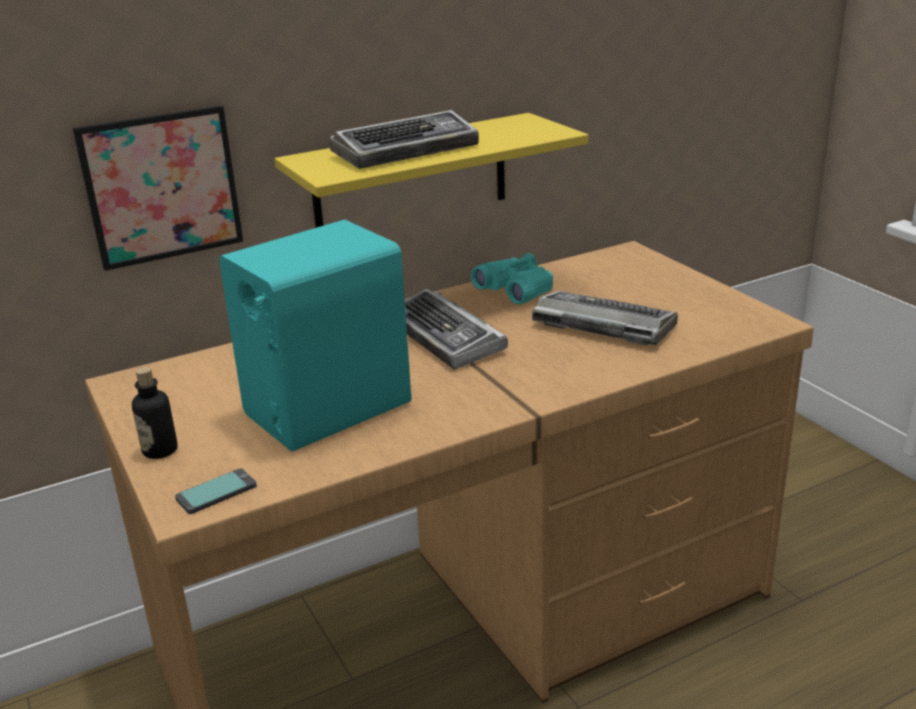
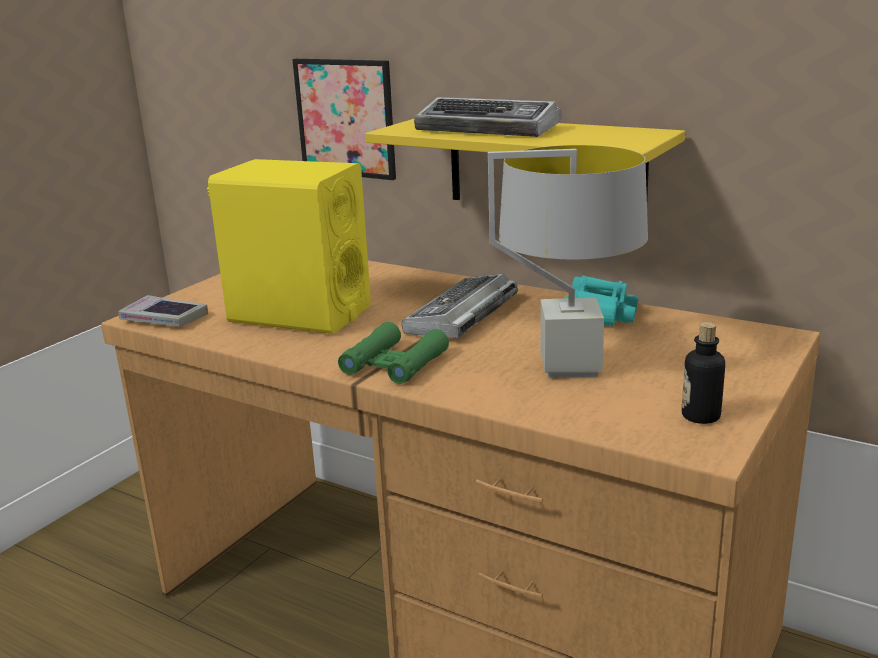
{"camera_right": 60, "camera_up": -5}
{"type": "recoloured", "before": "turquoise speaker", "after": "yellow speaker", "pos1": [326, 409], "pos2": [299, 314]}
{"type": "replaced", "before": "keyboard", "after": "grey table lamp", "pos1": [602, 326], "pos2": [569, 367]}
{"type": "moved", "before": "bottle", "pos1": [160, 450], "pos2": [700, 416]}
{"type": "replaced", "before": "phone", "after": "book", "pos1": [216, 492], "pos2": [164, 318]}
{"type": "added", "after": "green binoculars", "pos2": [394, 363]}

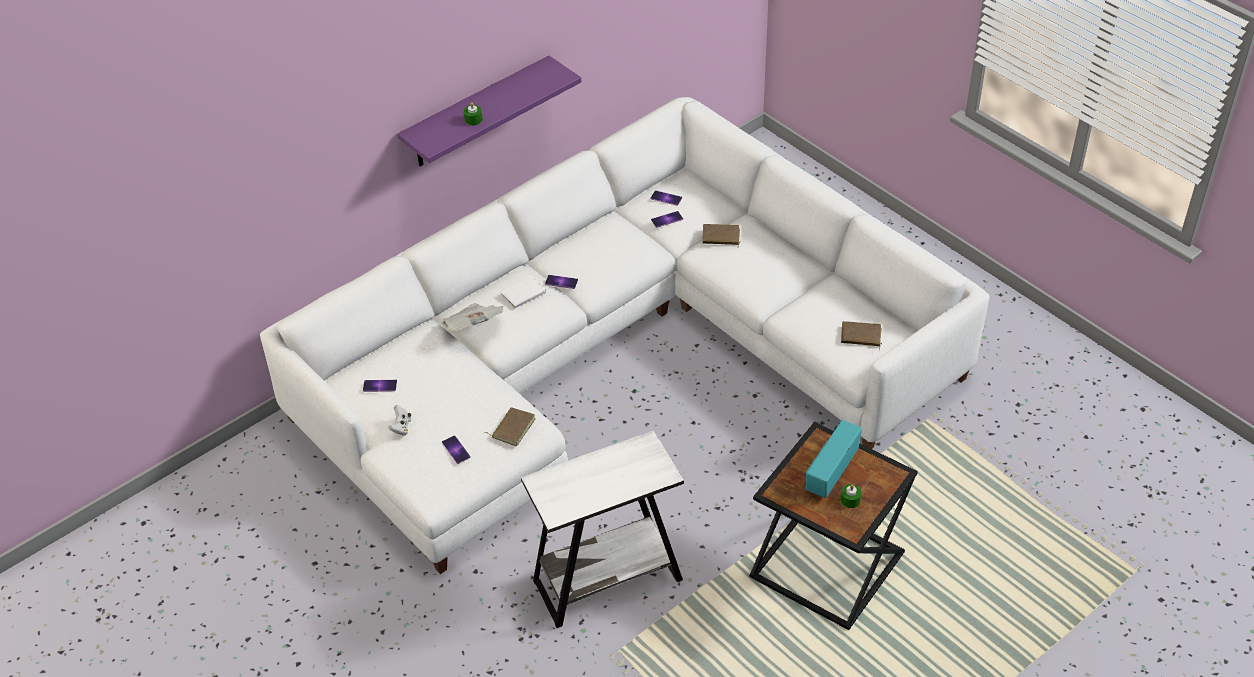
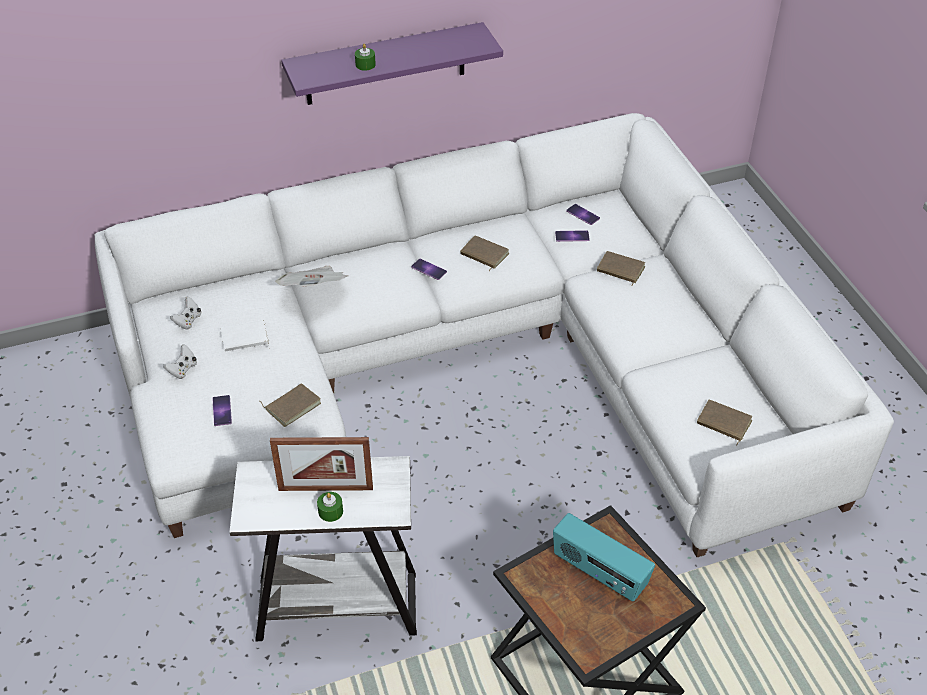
{"camera_right": 20, "camera_up": 0}
{"type": "moved", "before": "white book", "pos1": [524, 295], "pos2": [245, 339]}
{"type": "replaced", "before": "phone", "after": "white game controller", "pos1": [380, 386], "pos2": [188, 321]}
{"type": "turned", "before": "radio", "pos1": [831, 472], "pos2": [599, 573], "turn": -105}
{"type": "moved", "before": "green candle", "pos1": [850, 500], "pos2": [330, 511]}
{"type": "added", "after": "brown book", "pos2": [483, 255]}
{"type": "added", "after": "picture frame", "pos2": [325, 489]}

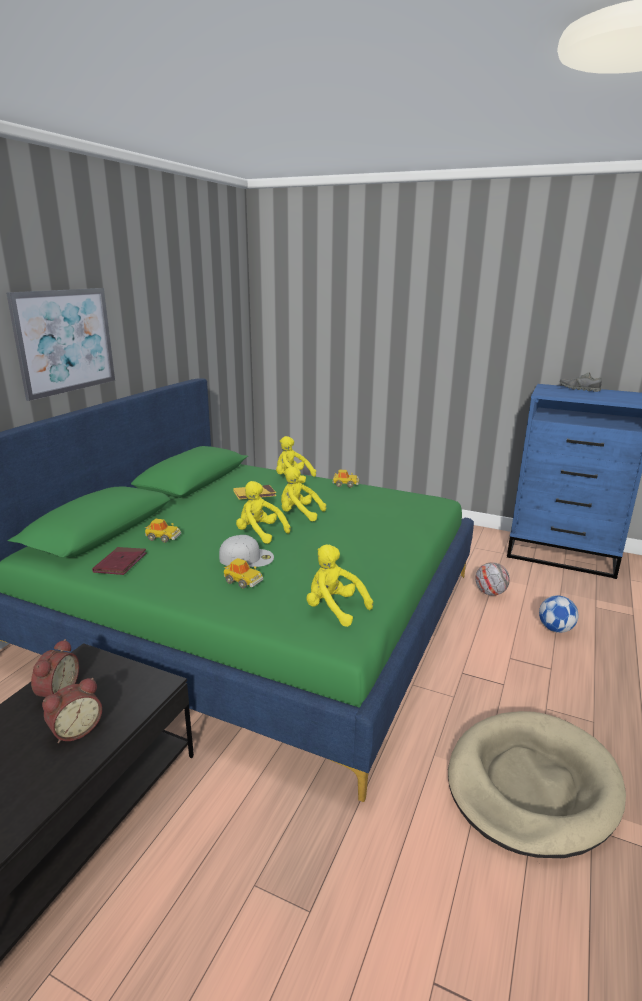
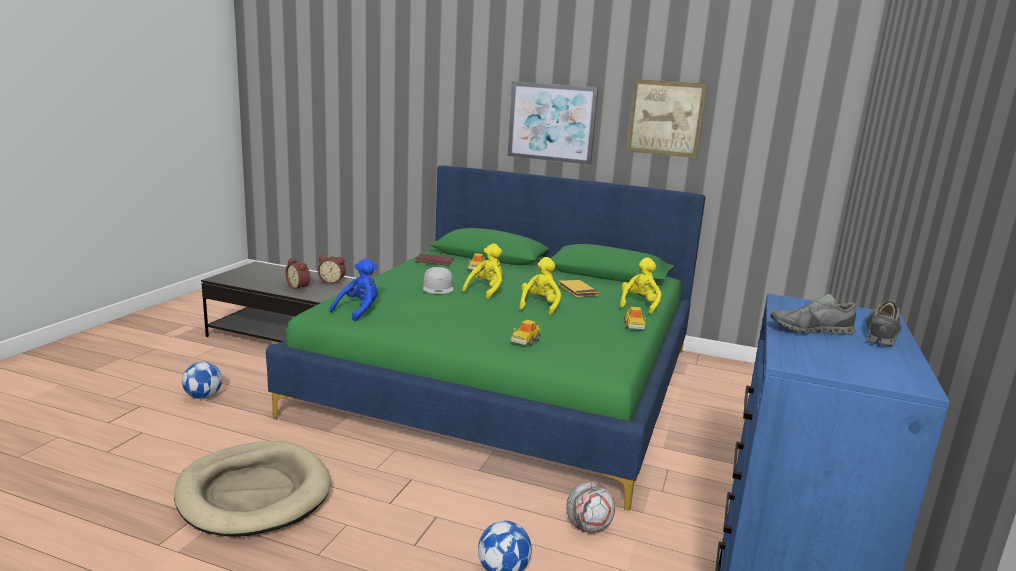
{"camera_right": 85, "camera_up": -5}
{"type": "recoloured", "before": "yellow plush toy", "after": "blue plush toy", "pos1": [334, 609], "pos2": [359, 311]}
{"type": "moved", "before": "toy car", "pos1": [243, 581], "pos2": [525, 341]}
{"type": "added", "after": "picture", "pos2": [665, 118]}
{"type": "added", "after": "grey shoe", "pos2": [810, 330]}
{"type": "added", "after": "football", "pos2": [203, 396]}

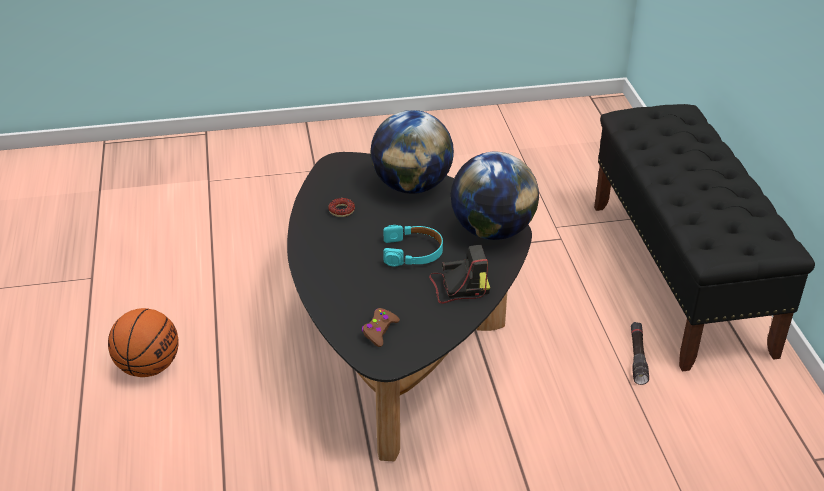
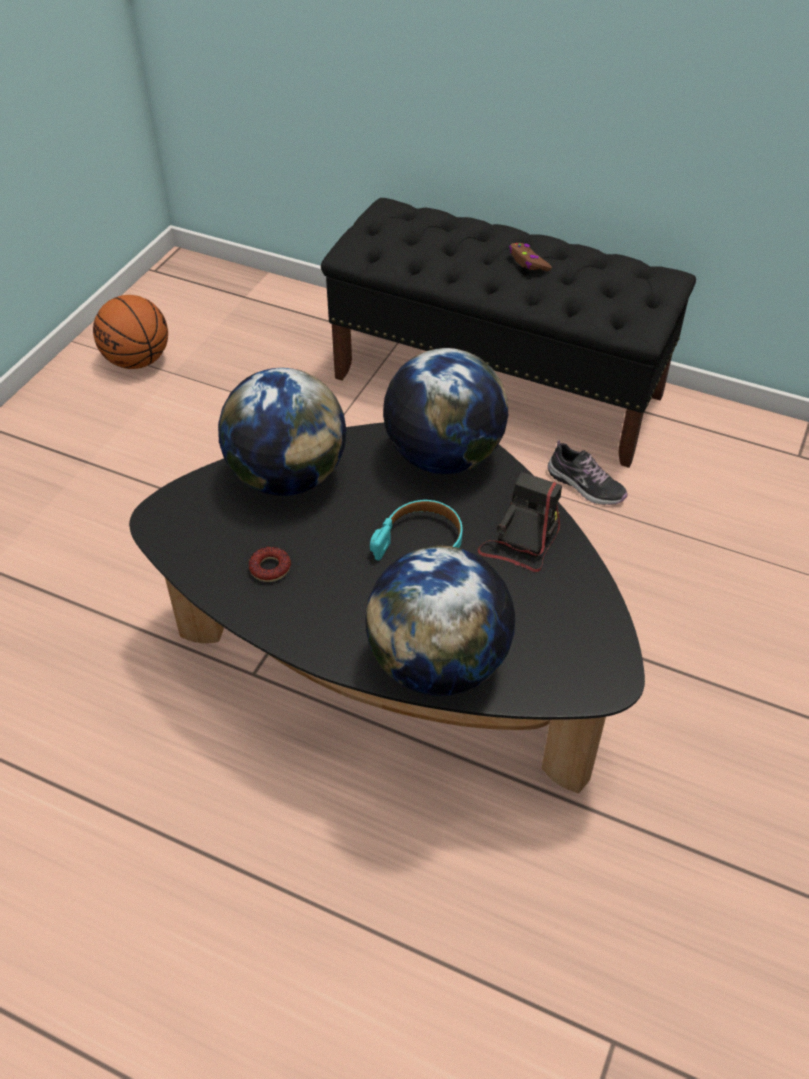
{"camera_right": -55, "camera_up": 10}
{"type": "moved", "before": "basketball", "pos1": [148, 367], "pos2": [137, 361]}
{"type": "moved", "before": "brown game controller", "pos1": [379, 331], "pos2": [528, 262]}
{"type": "replaced", "before": "black flashlight", "after": "shoe", "pos1": [637, 357], "pos2": [585, 485]}
{"type": "added", "after": "globe", "pos2": [439, 664]}

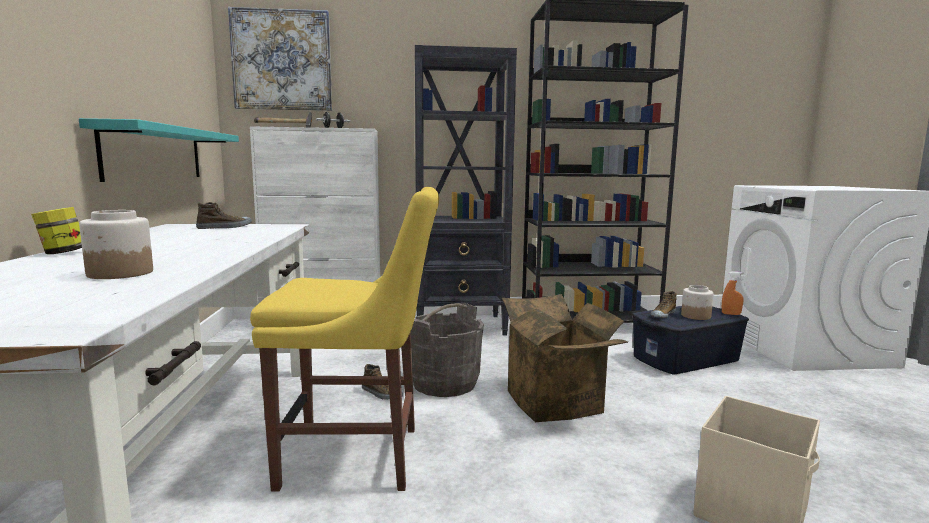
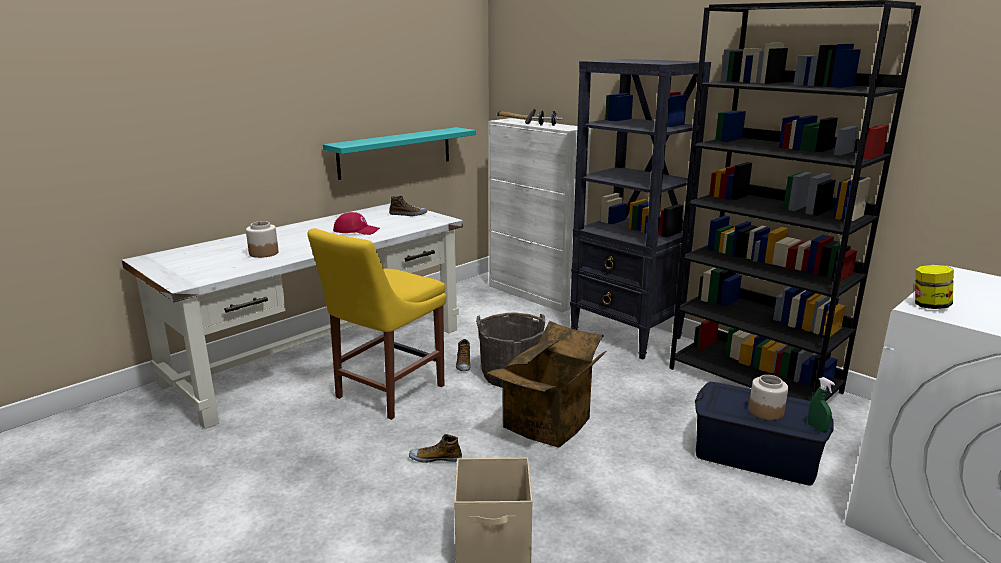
{"camera_right": 50, "camera_up": 10}
{"type": "removed", "before": "picture", "pos1": [282, 60]}
{"type": "turned", "before": "yellow chair", "pos1": [359, 457], "pos2": [386, 393], "turn": 75}
{"type": "moved", "before": "jar", "pos1": [62, 253], "pos2": [929, 306]}
{"type": "recoloured", "before": "orange spray bottle", "after": "green spray bottle", "pos1": [731, 314], "pos2": [817, 428]}
{"type": "moved", "before": "shoe", "pos1": [662, 314], "pos2": [435, 458]}
{"type": "added", "after": "red cap", "pos2": [356, 230]}

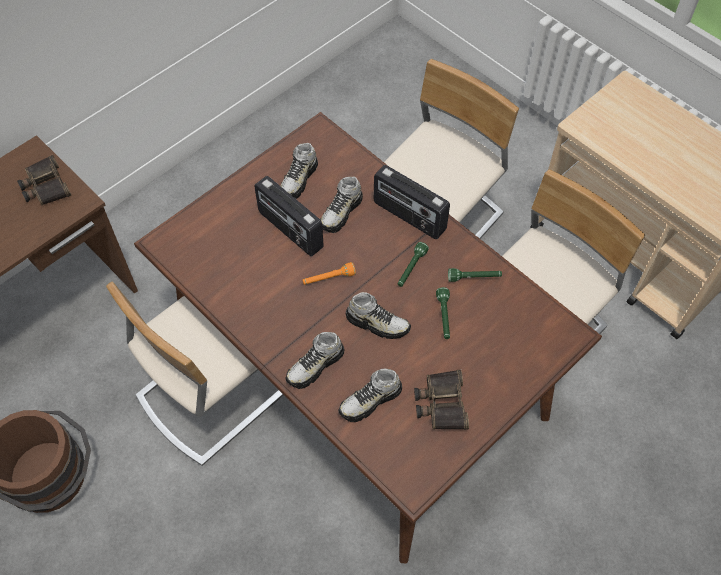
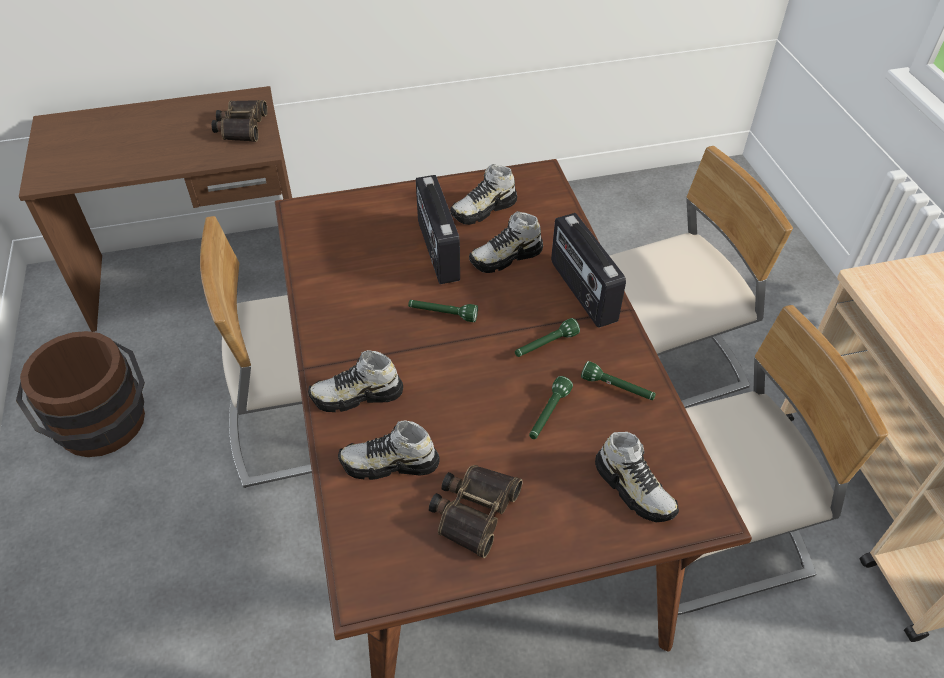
{"camera_right": 30, "camera_up": -10}
{"type": "recoloured", "before": "orange flashlight", "after": "green flashlight", "pos1": [328, 278], "pos2": [442, 314]}
{"type": "moved", "before": "shoe", "pos1": [377, 323], "pos2": [634, 489]}

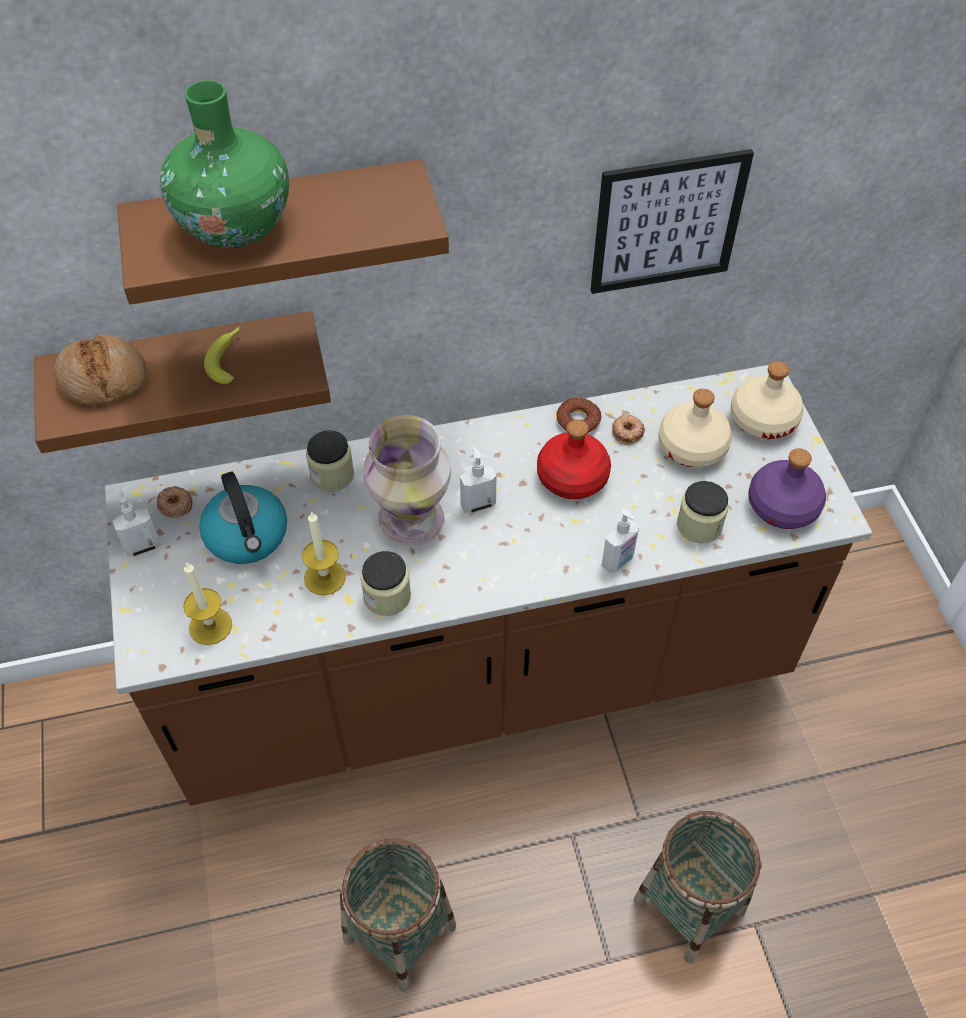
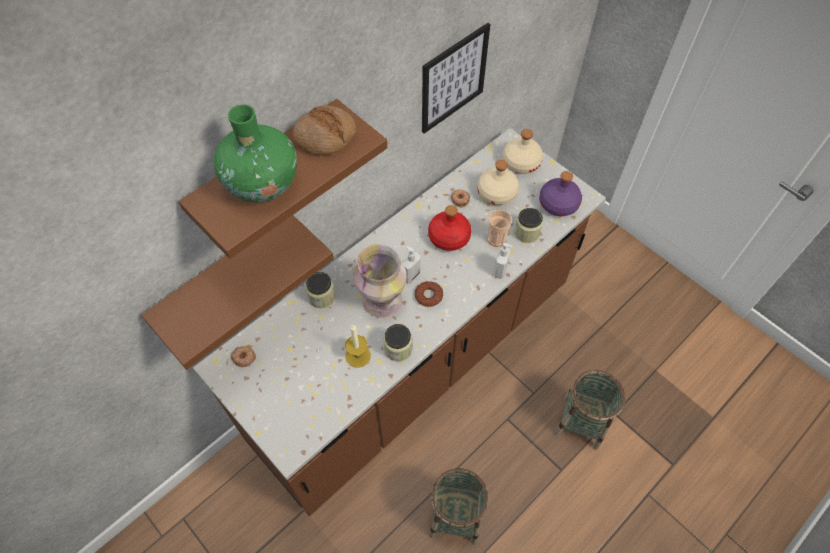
{"camera_right": -30, "camera_up": 5}
{"type": "removed", "before": "banana", "pos1": [228, 358]}
{"type": "moved", "before": "bread", "pos1": [103, 379], "pos2": [325, 136]}
{"type": "moved", "before": "donut", "pos1": [578, 420], "pos2": [428, 295]}
{"type": "removed", "before": "kettle", "pos1": [248, 537]}
{"type": "removed", "before": "soap dispenser", "pos1": [143, 546]}
{"type": "removed", "before": "candle", "pos1": [210, 626]}
{"type": "added", "after": "cup", "pos2": [496, 239]}

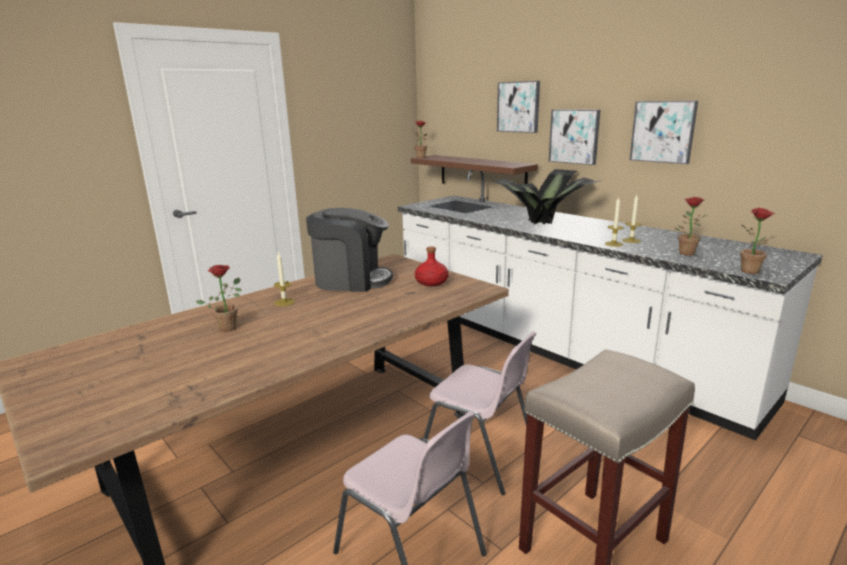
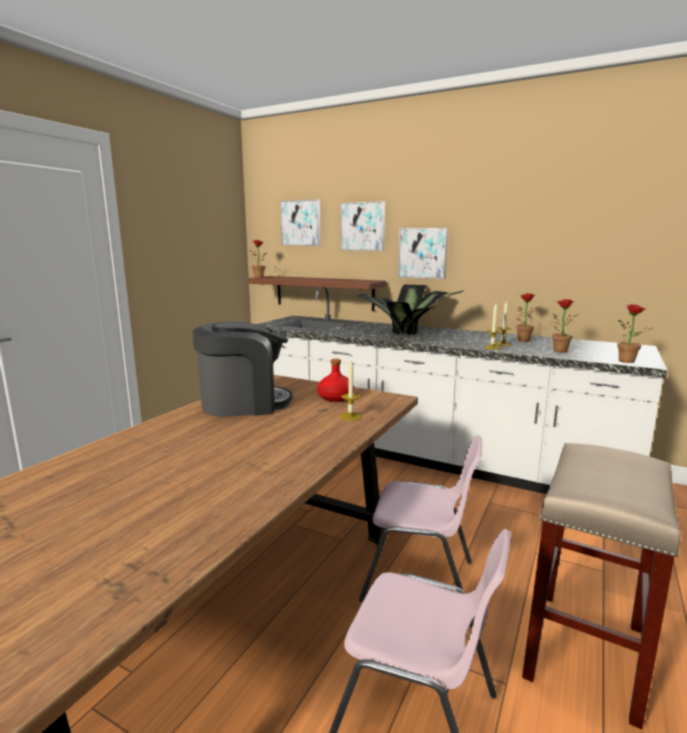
{"camera_right": -20, "camera_up": -5}
{"type": "moved", "before": "picture", "pos1": [663, 131], "pos2": [301, 223]}
{"type": "moved", "before": "candle", "pos1": [284, 302], "pos2": [350, 416]}
{"type": "moved", "before": "potted plant", "pos1": [229, 326], "pos2": [521, 339]}

